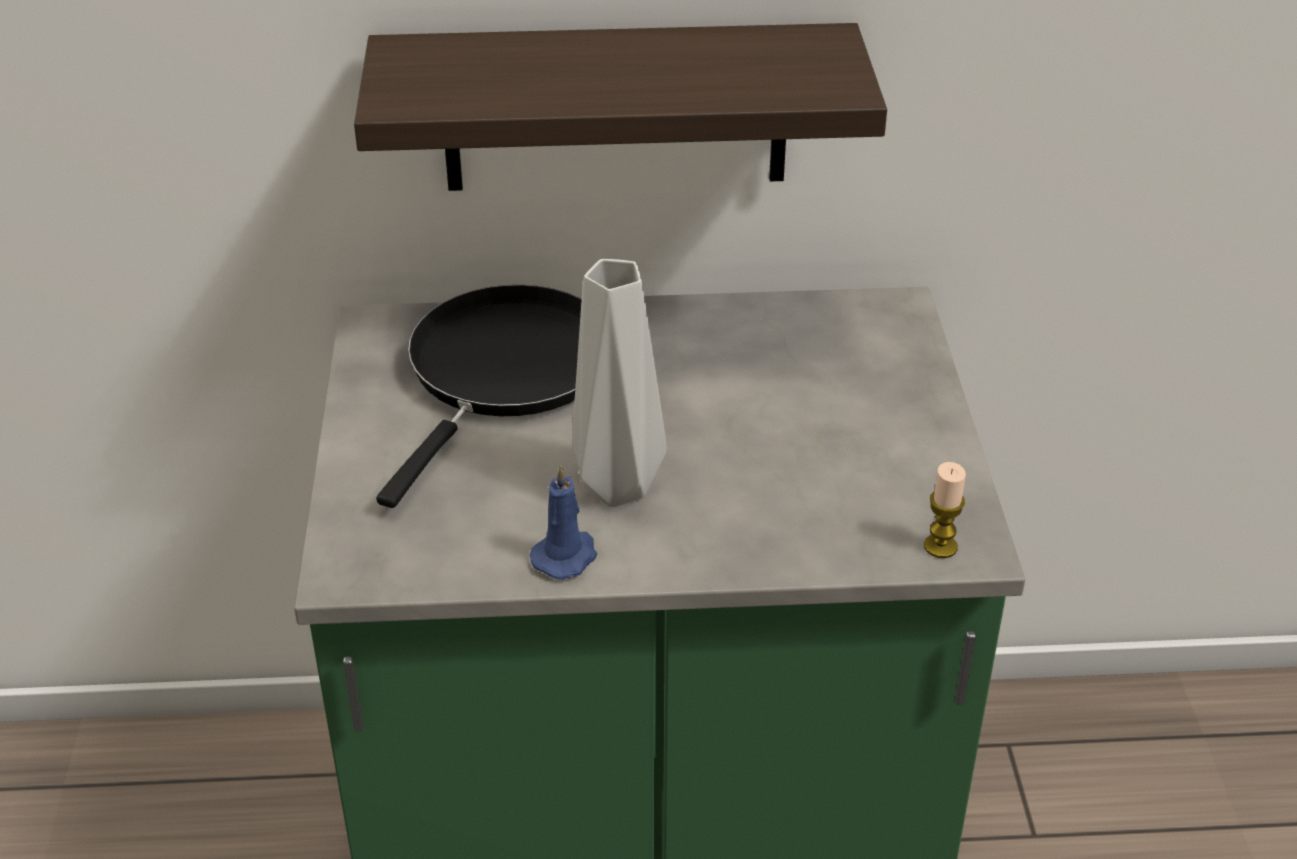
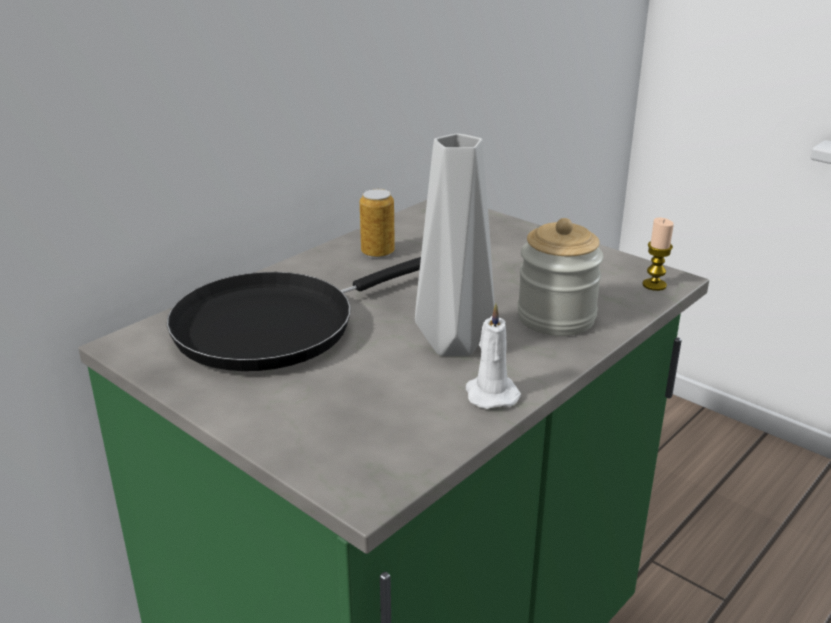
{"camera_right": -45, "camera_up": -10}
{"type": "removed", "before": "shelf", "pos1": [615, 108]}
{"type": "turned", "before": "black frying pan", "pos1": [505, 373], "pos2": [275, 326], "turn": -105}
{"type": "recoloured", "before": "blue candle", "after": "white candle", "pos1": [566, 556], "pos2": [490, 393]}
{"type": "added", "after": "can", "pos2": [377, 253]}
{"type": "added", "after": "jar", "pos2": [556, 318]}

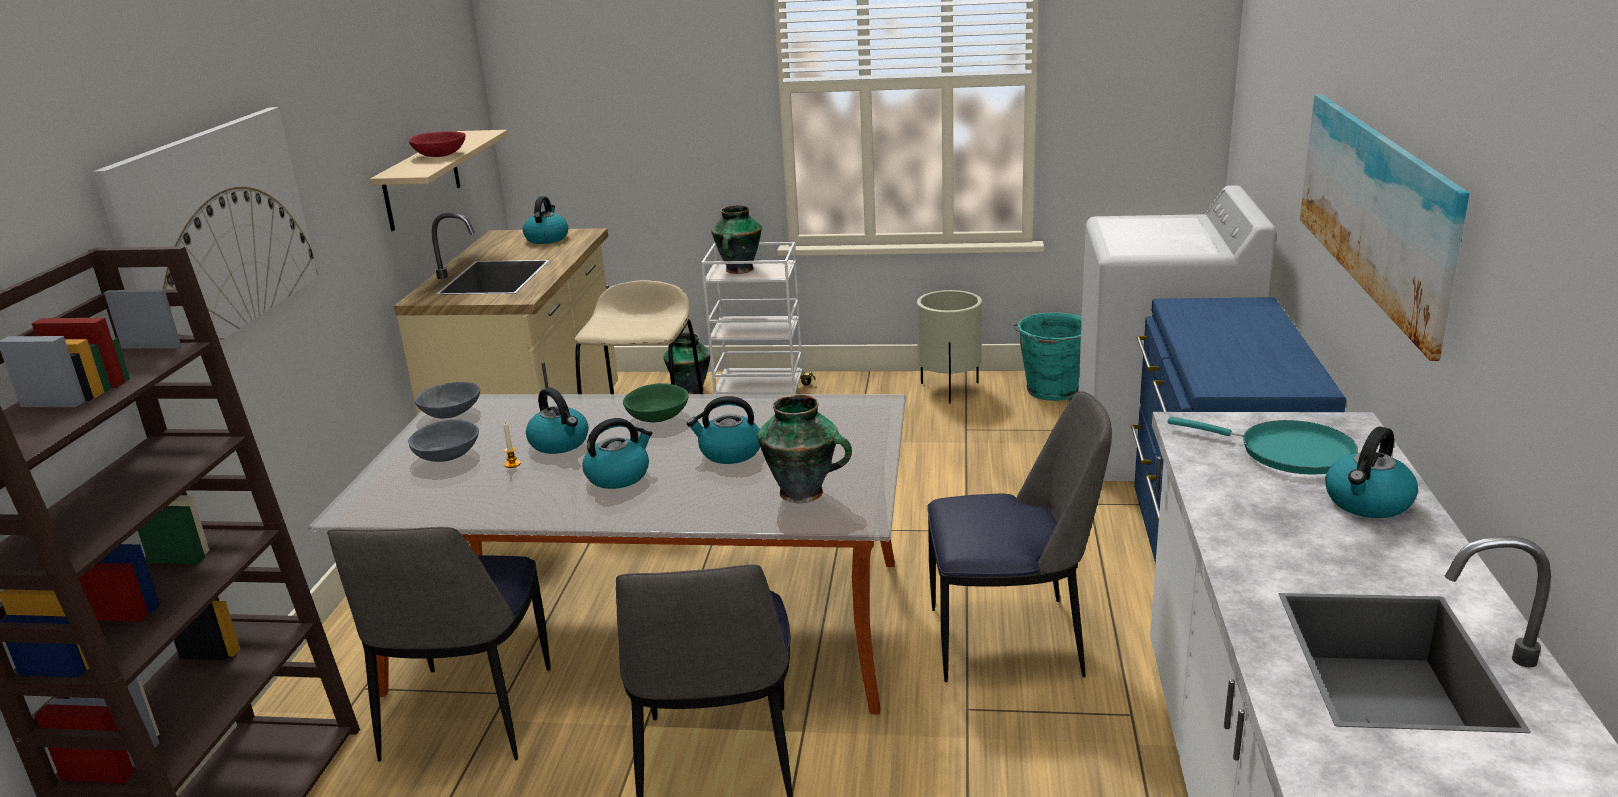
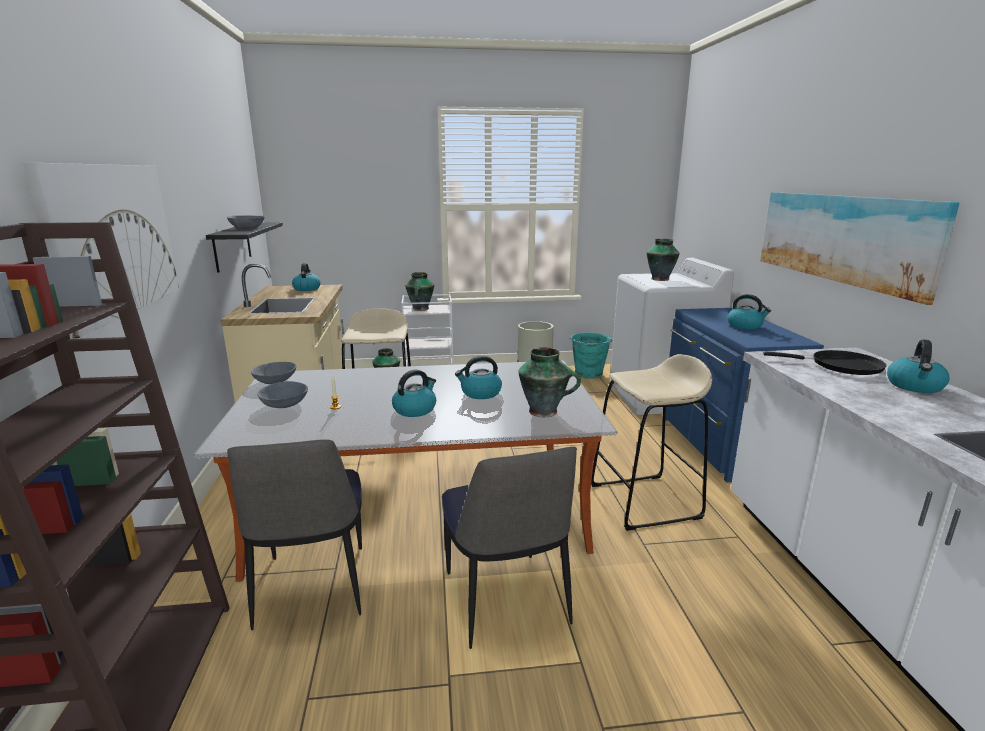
{"camera_right": -15, "camera_up": -5}
{"type": "recoloured", "before": "beige shelf", "after": "black shelf", "pos1": [422, 180], "pos2": [232, 246]}
{"type": "recoloured", "before": "red bowl", "after": "grey bowl", "pos1": [440, 154], "pos2": [247, 228]}
{"type": "removed", "before": "green bowl", "pos1": [658, 416]}
{"type": "moved", "before": "kettle", "pos1": [560, 443], "pos2": [745, 326]}
{"type": "replaced", "before": "chair", "after": "beige stool", "pos1": [1011, 640], "pos2": [645, 501]}
{"type": "recoloured", "before": "turquoise frying pan", "after": "black frying pan", "pos1": [1287, 452], "pos2": [840, 366]}
{"type": "added", "after": "vase", "pos2": [660, 279]}

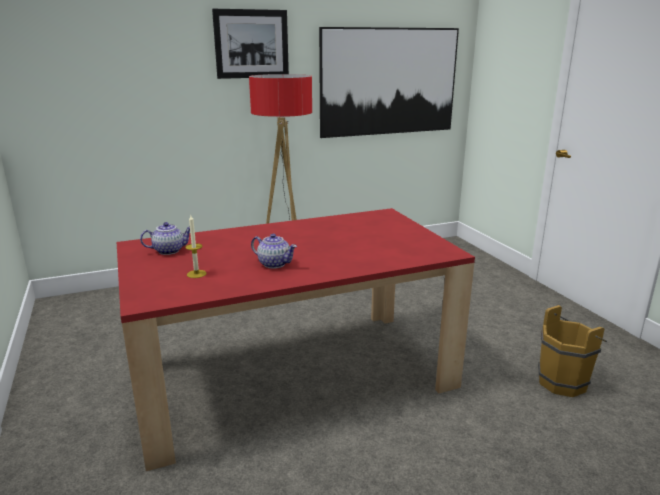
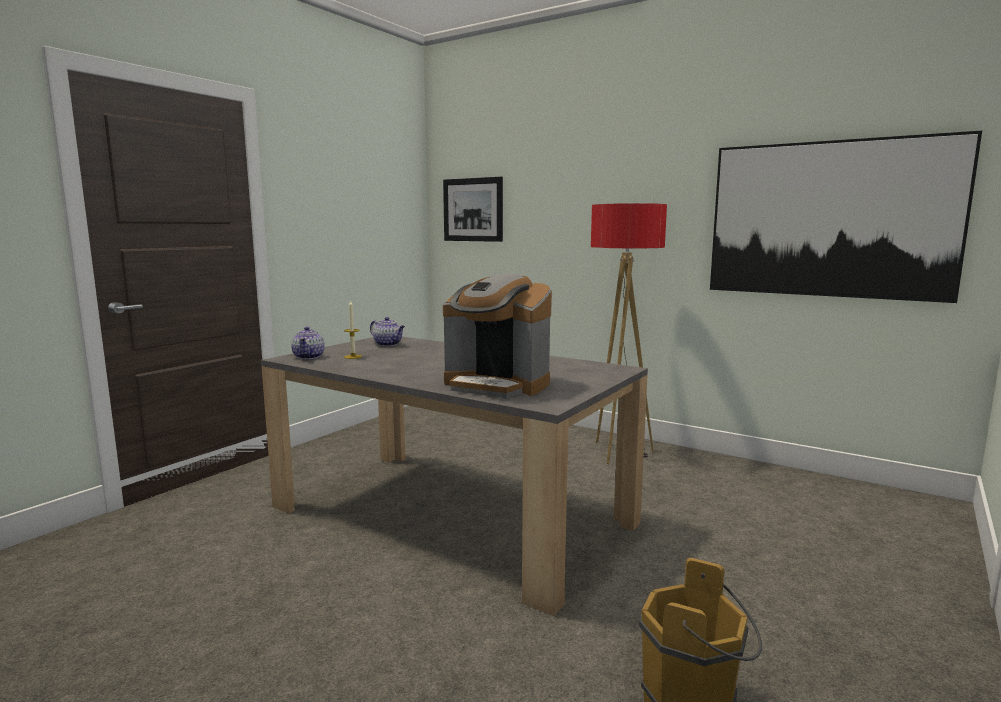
{"camera_right": 55, "camera_up": -10}
{"type": "moved", "before": "picture", "pos1": [251, 44], "pos2": [473, 210]}
{"type": "recoloured", "before": "red dining table", "after": "grey dining table", "pos1": [292, 376], "pos2": [451, 514]}
{"type": "moved", "before": "teapot", "pos1": [274, 264], "pos2": [309, 357]}
{"type": "added", "after": "coffee machine", "pos2": [497, 385]}

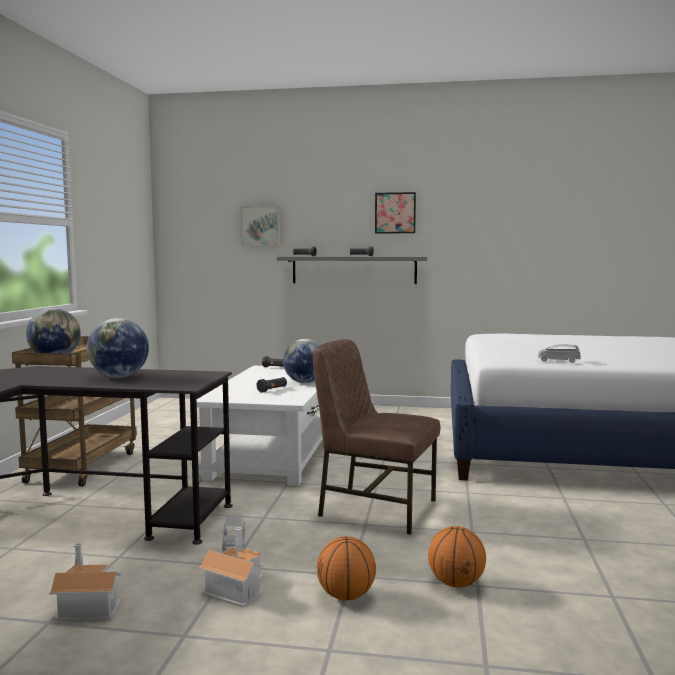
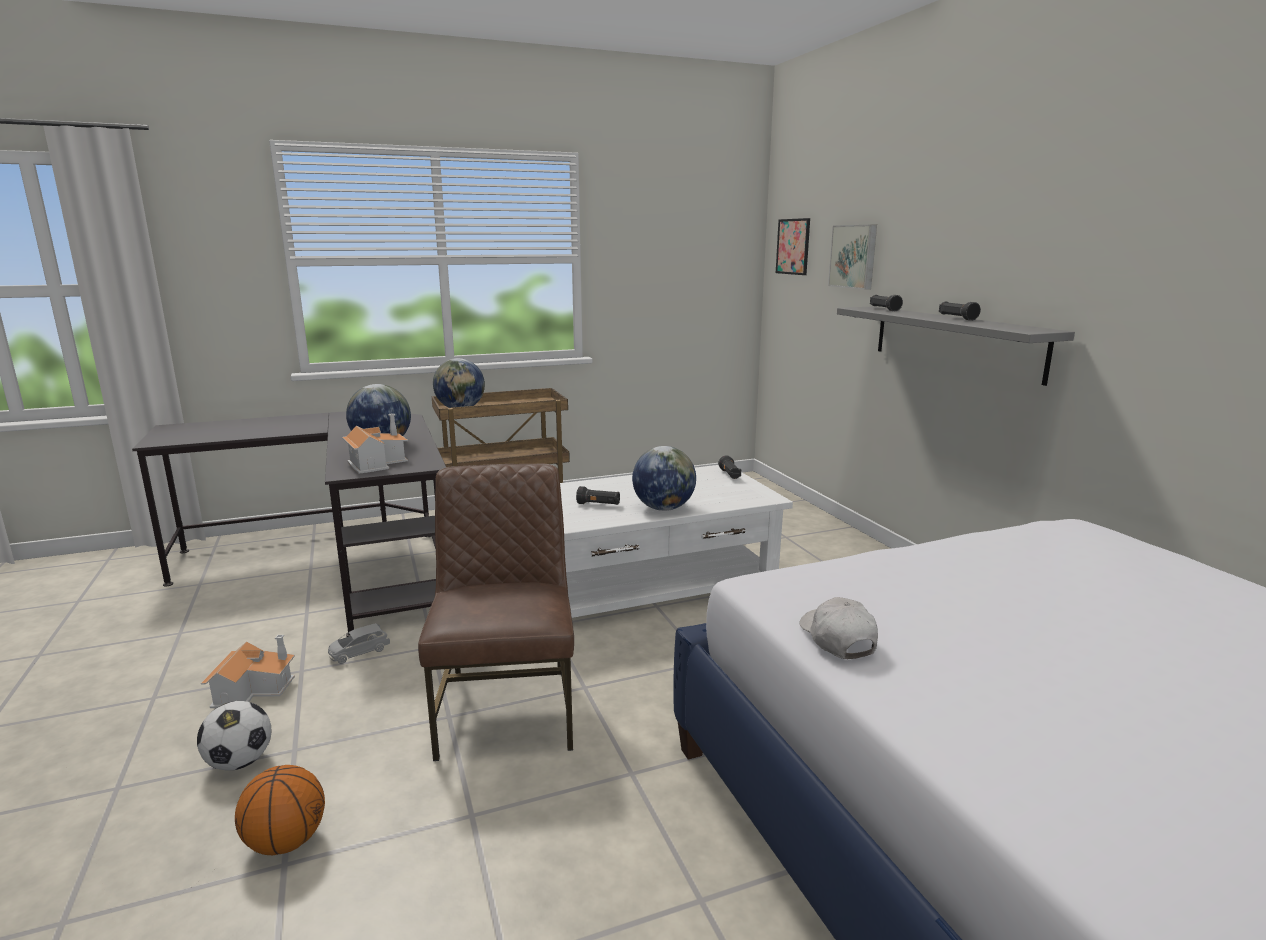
{"camera_right": 60, "camera_up": 10}
{"type": "moved", "before": "picture", "pos1": [395, 213], "pos2": [793, 246]}
{"type": "replaced", "before": "grey toy car", "after": "white cap", "pos1": [558, 361], "pos2": [837, 639]}
{"type": "replaced", "before": "basketball", "after": "football", "pos1": [346, 596], "pos2": [240, 762]}
{"type": "moved", "before": "toy house", "pos1": [86, 604], "pos2": [376, 462]}

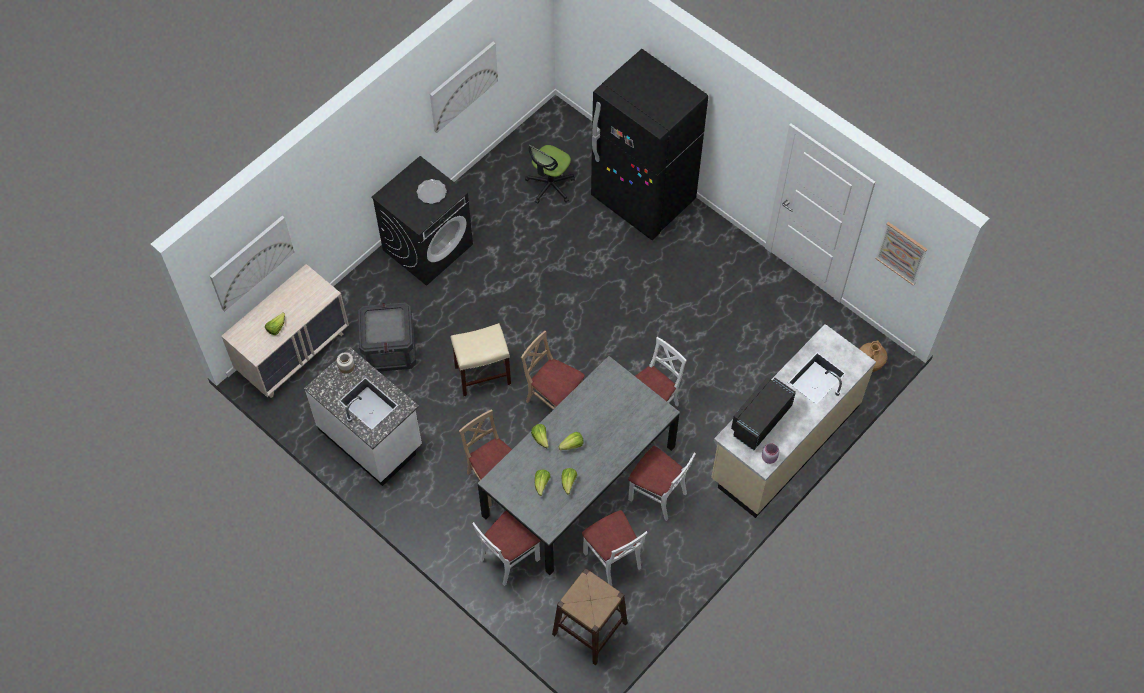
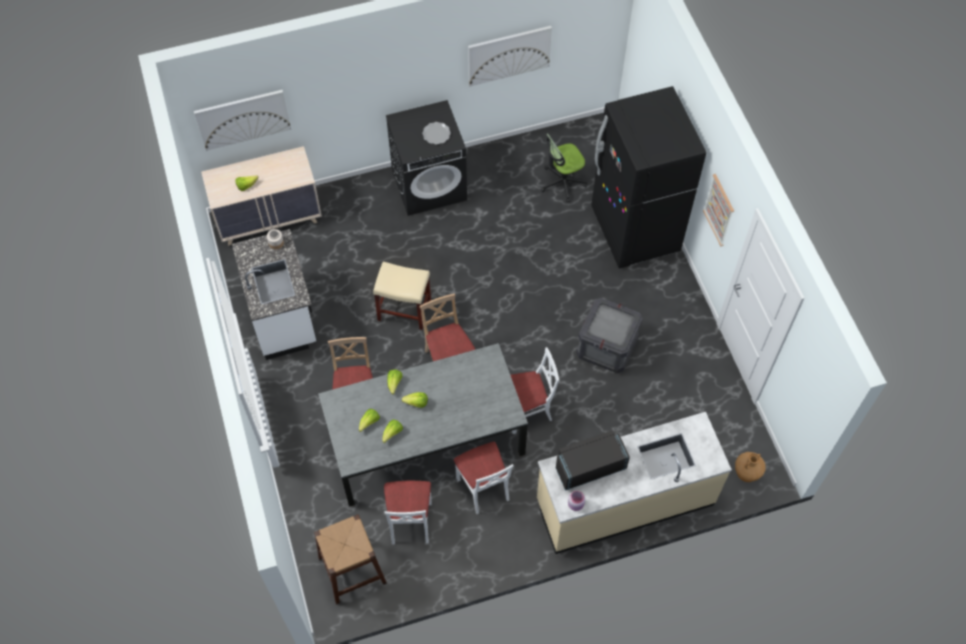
{"camera_right": 30, "camera_up": 0}
{"type": "moved", "before": "picture", "pos1": [901, 253], "pos2": [719, 210]}
{"type": "moved", "before": "crate", "pos1": [389, 349], "pos2": [606, 346]}
{"type": "removed", "before": "white chair", "pos1": [509, 558]}

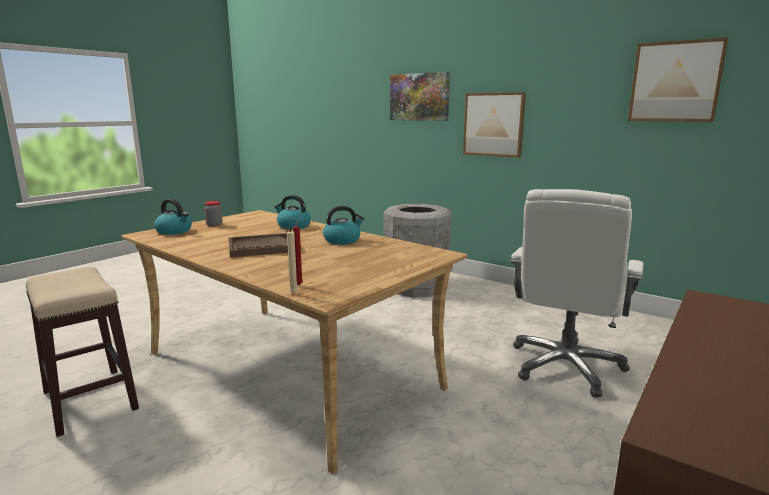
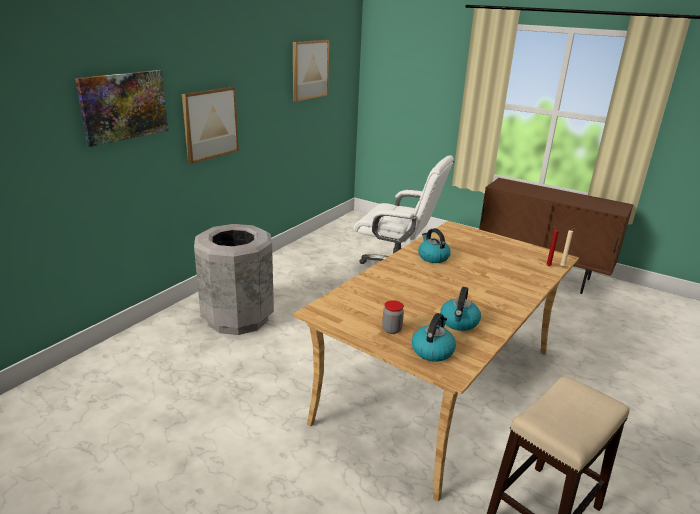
{"camera_right": -95, "camera_up": 10}
{"type": "moved", "before": "kettle", "pos1": [293, 226], "pos2": [459, 322]}
{"type": "removed", "before": "brown tray", "pos1": [263, 247]}

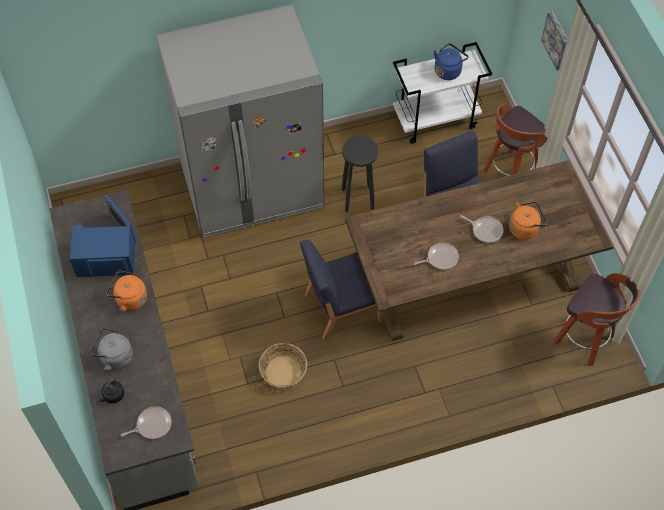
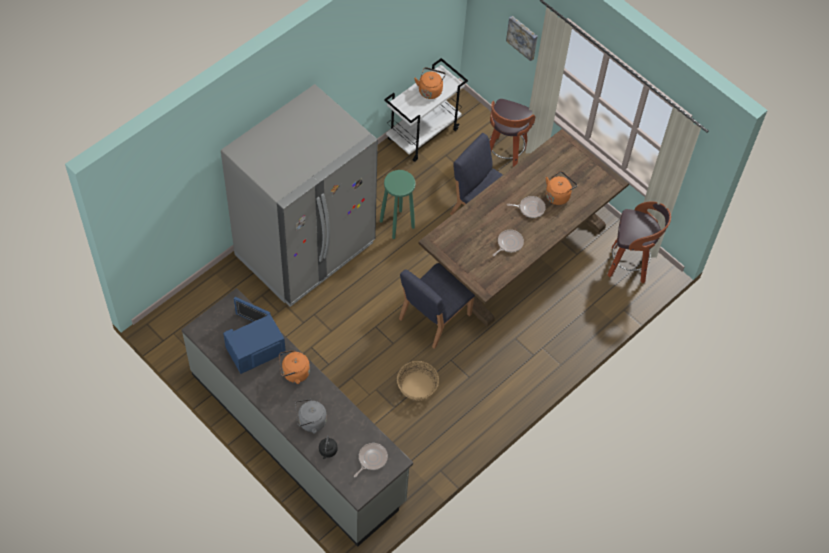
{"camera_right": -30, "camera_up": 0}
{"type": "recoloured", "before": "blue kettle", "after": "orange kettle", "pos1": [448, 70], "pos2": [430, 90]}
{"type": "recoloured", "before": "black stool", "after": "green stool", "pos1": [358, 198], "pos2": [397, 224]}

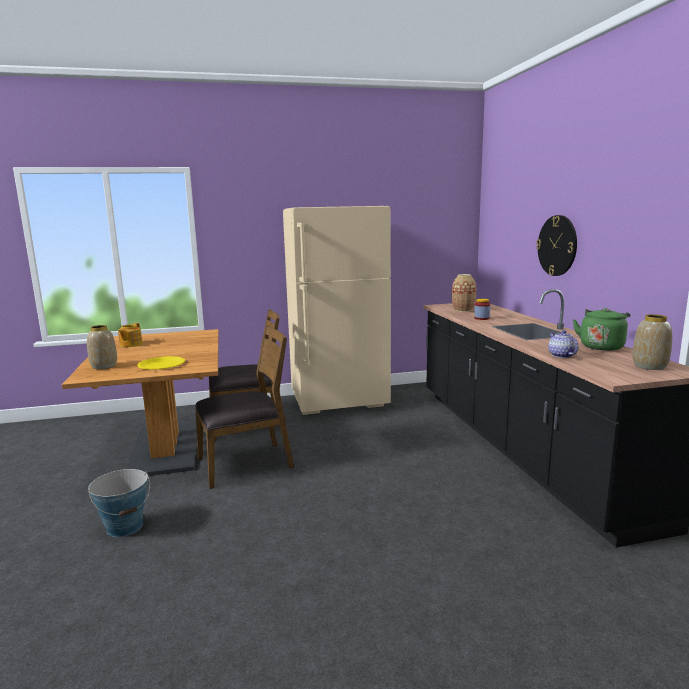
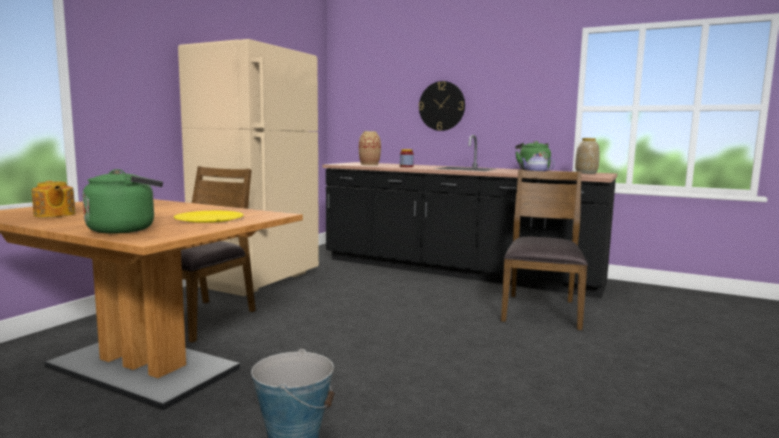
{"camera_right": -50, "camera_up": -5}
{"type": "replaced", "before": "vase", "after": "green kettle", "pos1": [104, 366], "pos2": [126, 229]}
{"type": "moved", "before": "brown chair", "pos1": [246, 463], "pos2": [541, 310]}

